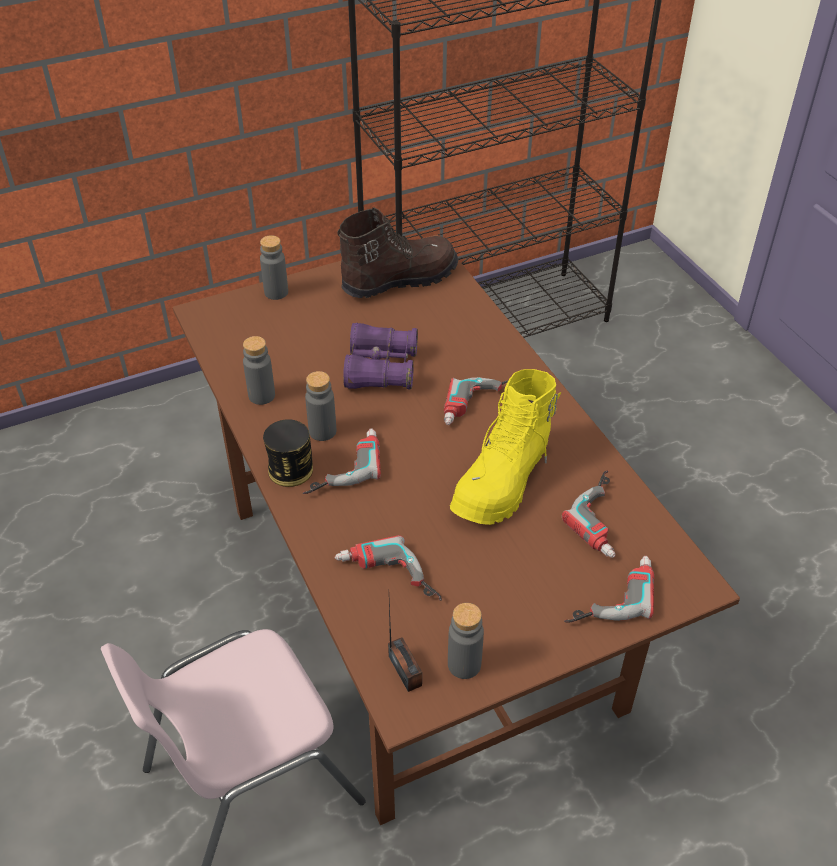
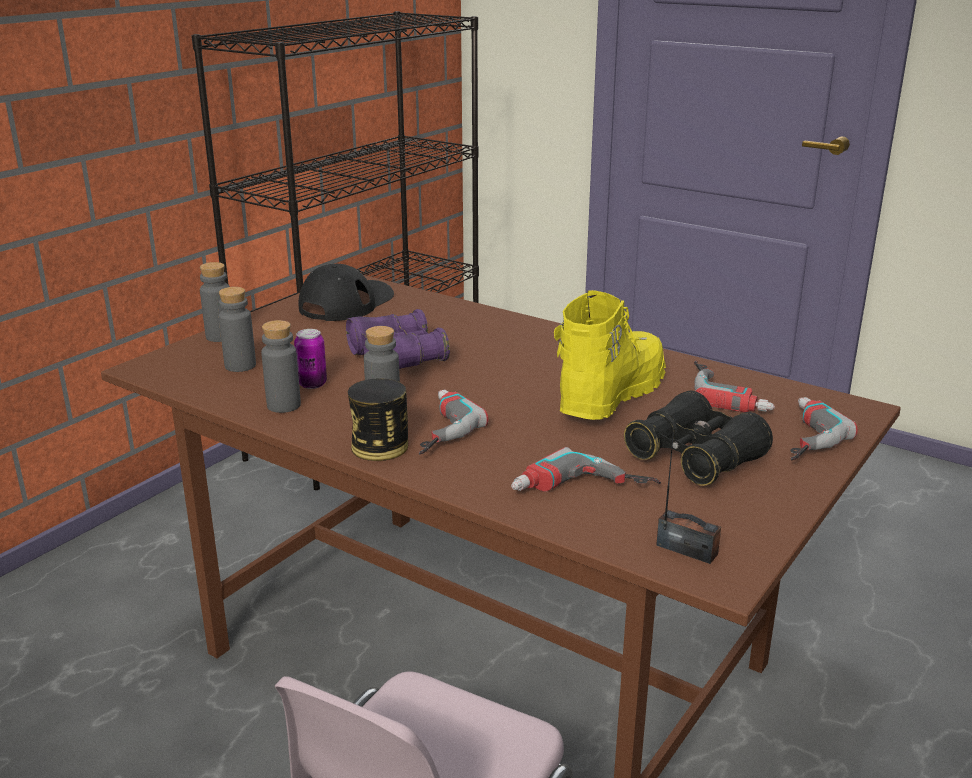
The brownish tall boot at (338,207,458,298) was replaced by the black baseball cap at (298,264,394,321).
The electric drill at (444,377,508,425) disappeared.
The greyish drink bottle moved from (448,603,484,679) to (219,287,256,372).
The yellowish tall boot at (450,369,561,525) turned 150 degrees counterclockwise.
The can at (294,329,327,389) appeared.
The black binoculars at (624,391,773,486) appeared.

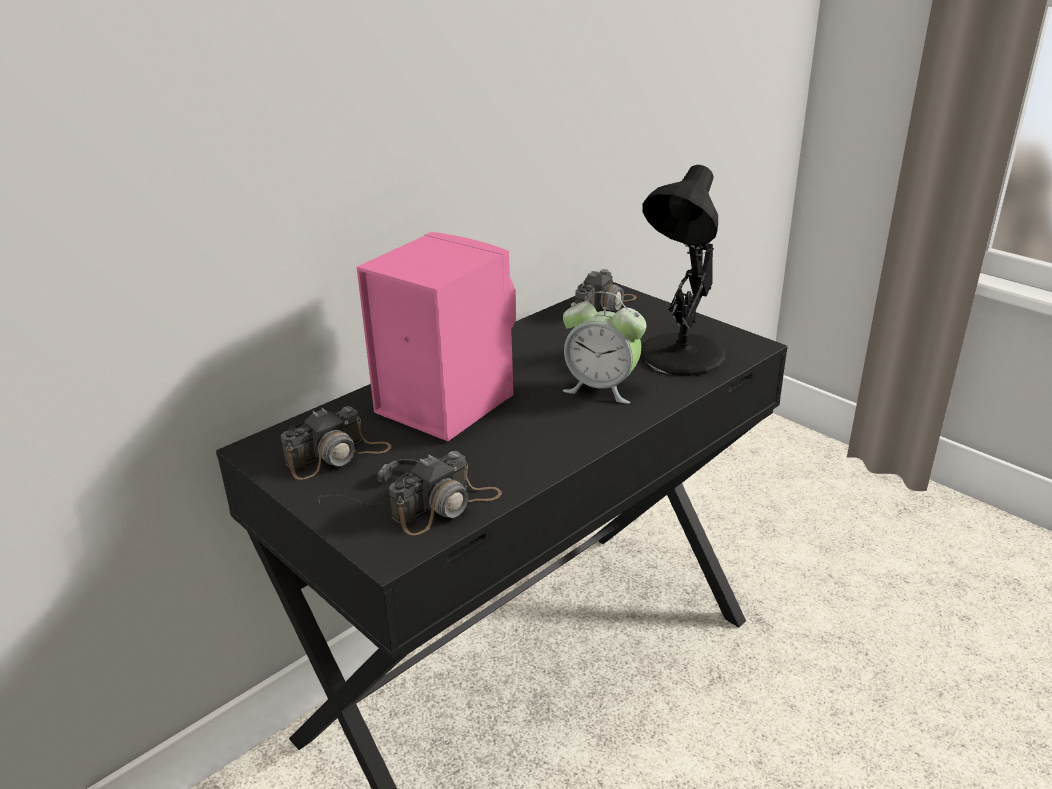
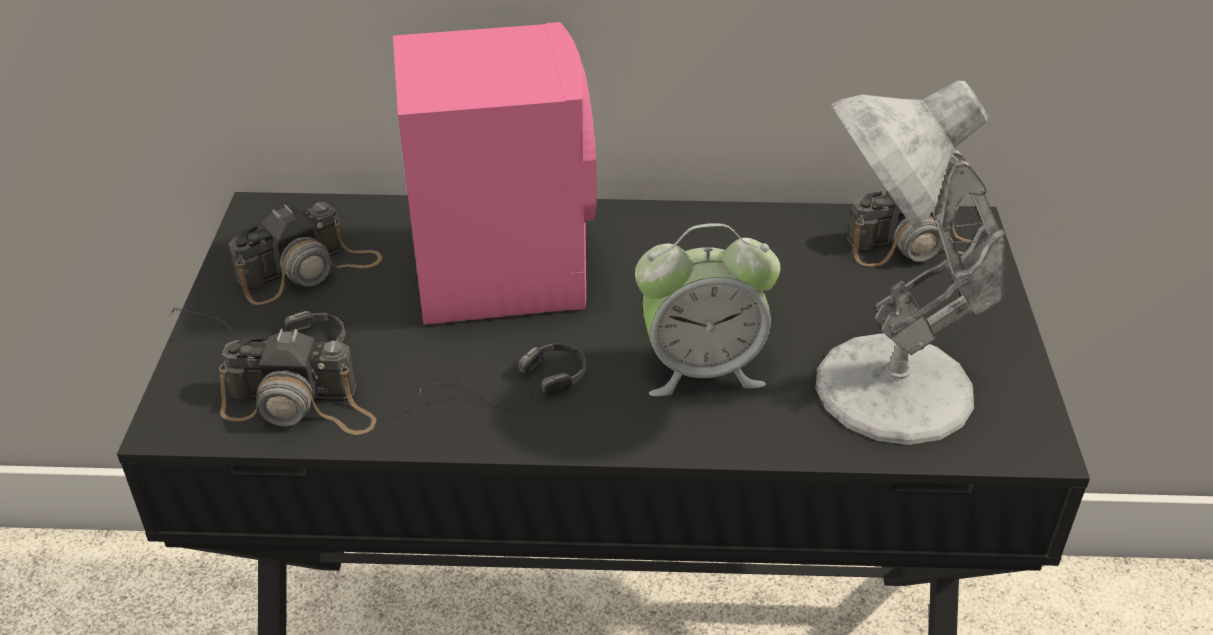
The still camera at (281,406,392,480) turned 45 degrees counterclockwise.
The bedside clock at (563,292,646,404) turned 75 degrees counterclockwise.
The black table lamp at (640,165,726,376) became the white-coloured table lamp at (815,81,1005,445).
The pair of headphones at (420,344,586,409) appeared.

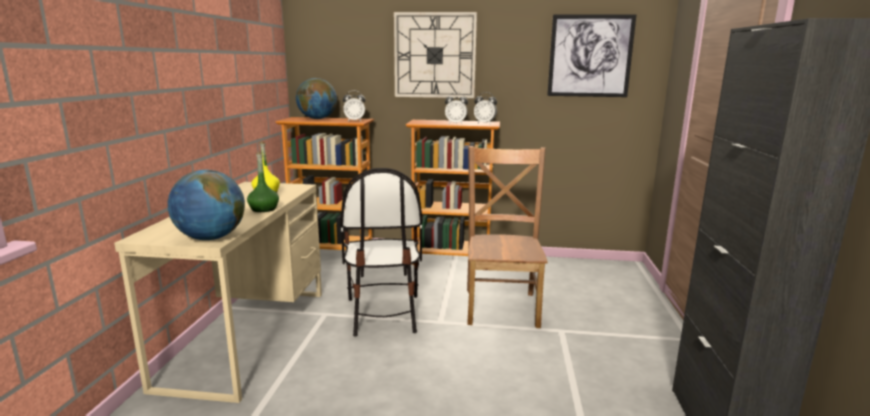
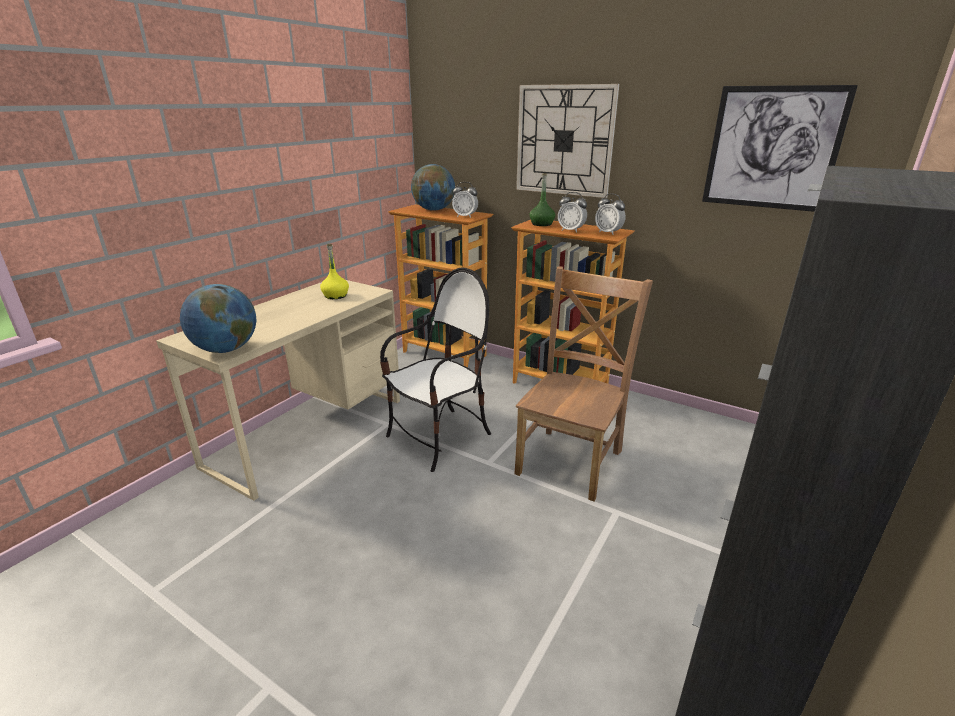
The green drink bottle moved from (247,152,279,212) to (530,173,555,226).
The upright chair at (340,168,423,336) turned 150 degrees counterclockwise.

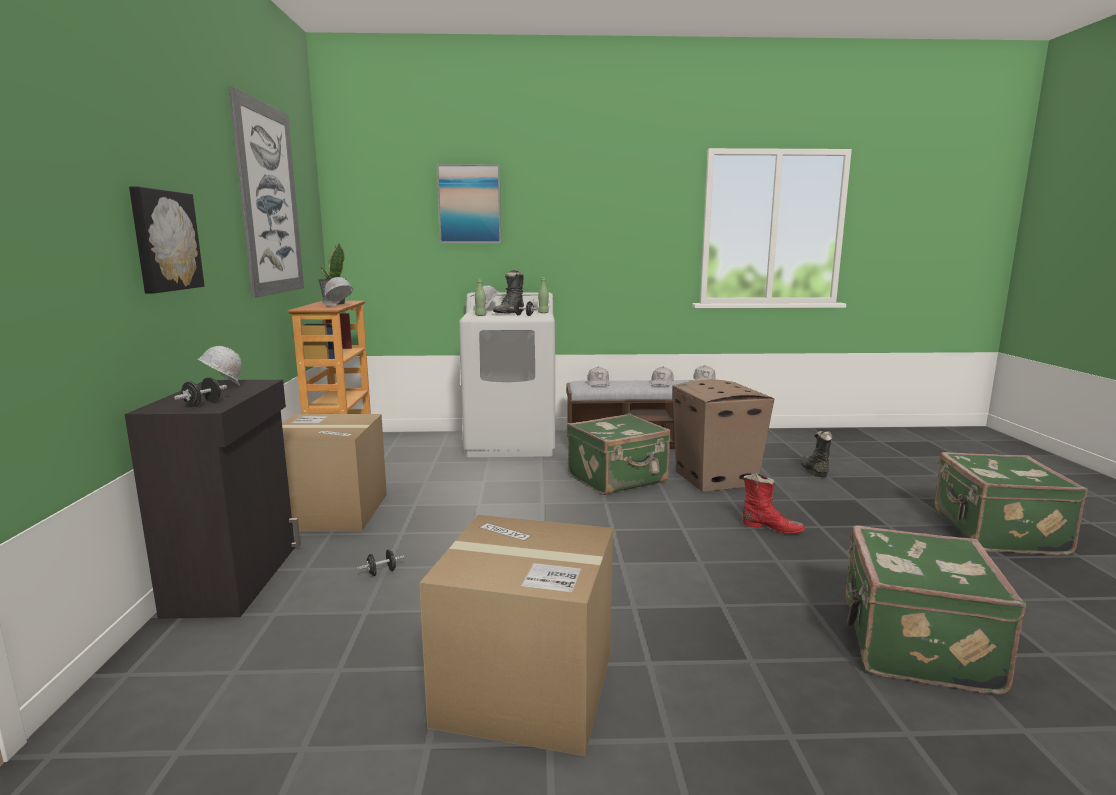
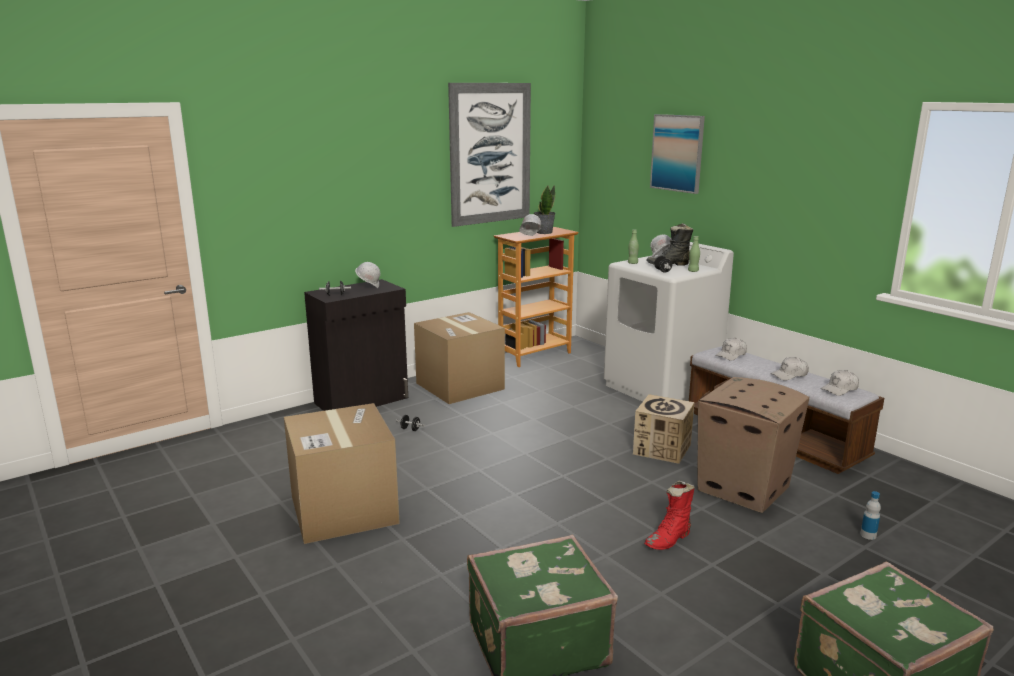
The wall picture at (129,186,205,293) disappeared.
The green suitcase at (567,413,671,495) was replaced by the carton at (633,394,694,464).
The reddish tall boot at (742,473,805,533) turned 60 degrees clockwise.
The black tall boot at (800,431,832,478) was replaced by the drink bottle at (860,491,881,540).

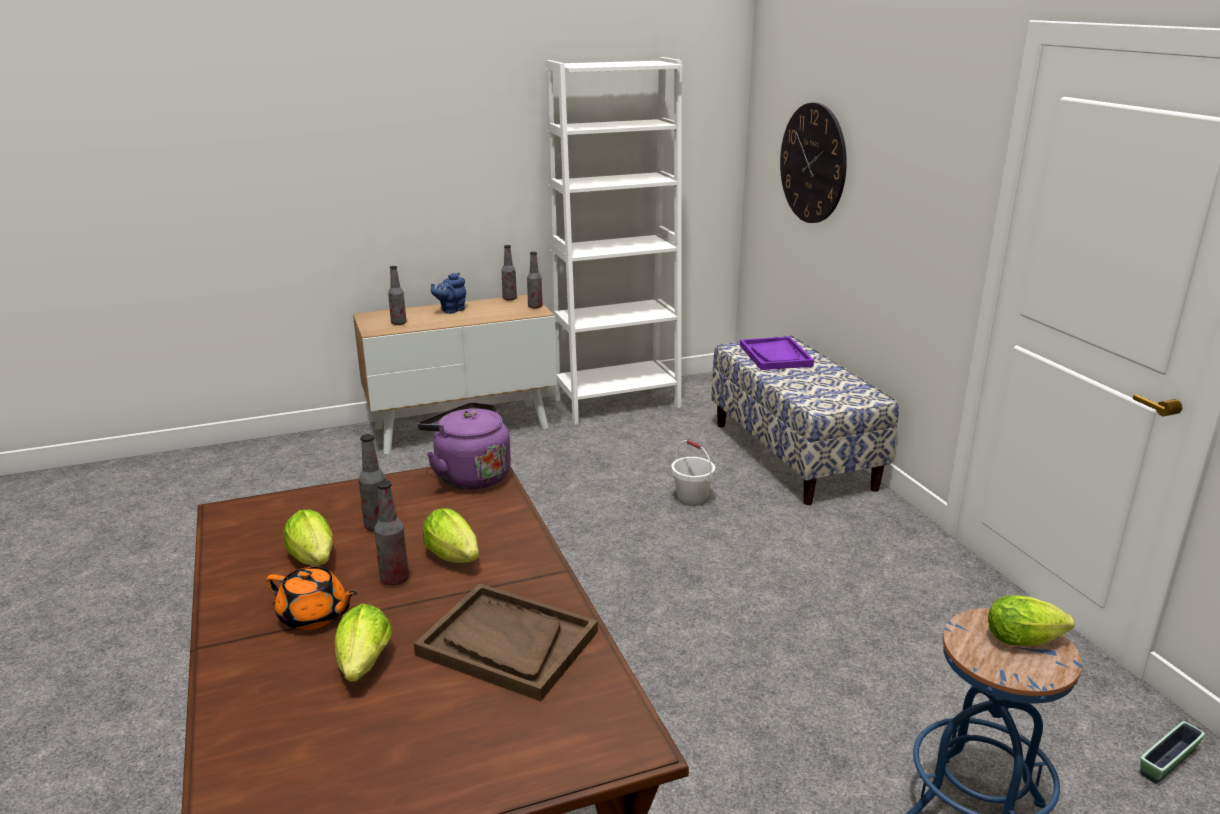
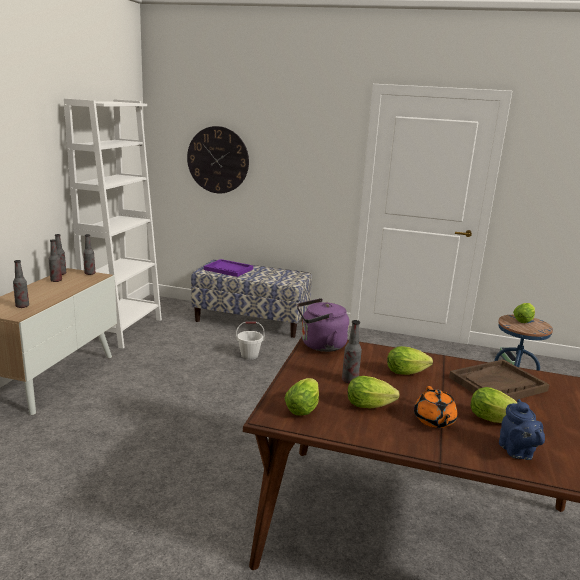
The orange tea pot at (266,567,357,630) turned 120 degrees clockwise.
The drink bottle moved from (374,480,409,586) to (49,239,62,282).
The bluish tea pot moved from (431,273,466,314) to (499,399,545,460).
The lettuce head at (285,378,319,415) appeared.

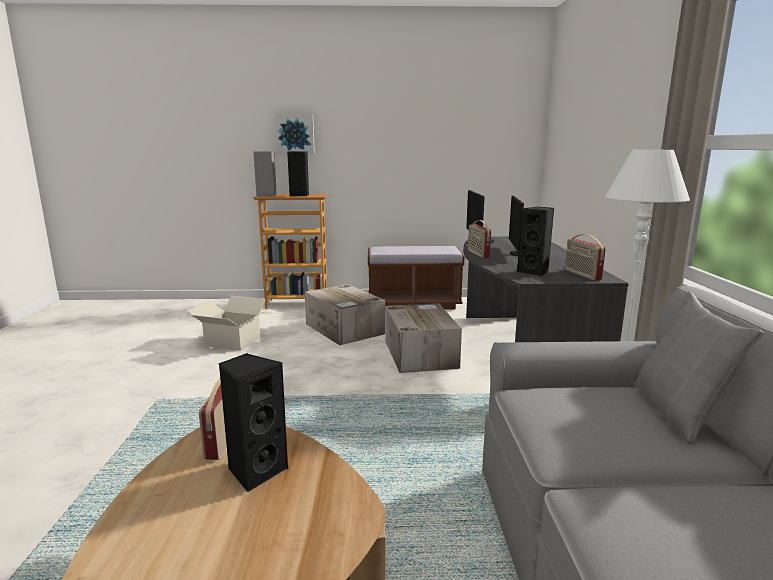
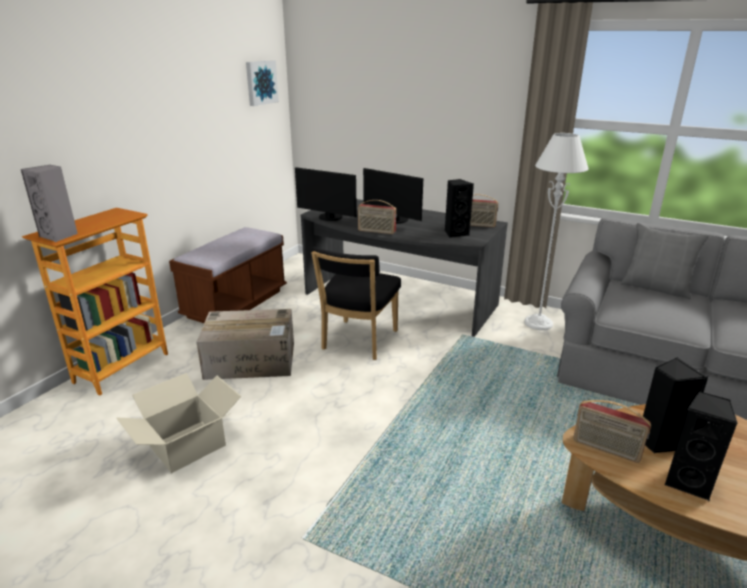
The wall picture moved from (275,115,315,154) to (246,60,279,106).
The black loudspeaker moved from (287,151,309,196) to (664,391,738,501).
The carton at (385,303,462,373) was replaced by the black upright chair at (311,247,401,360).

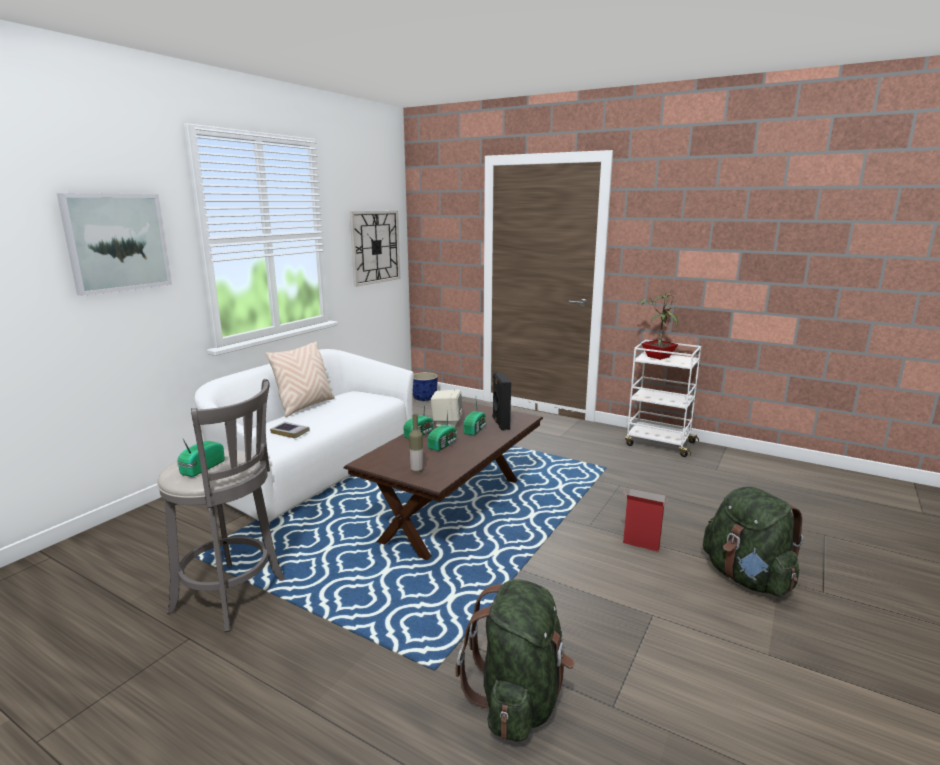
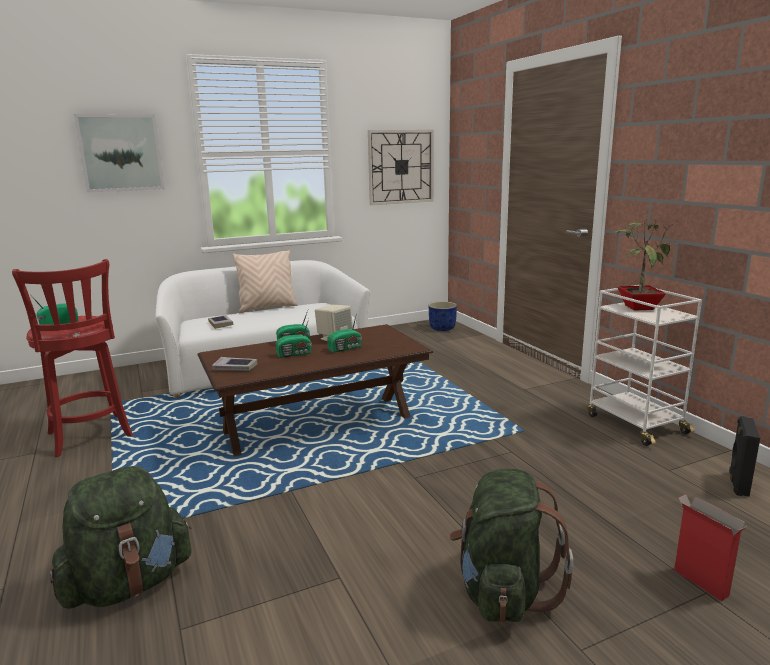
The greyish stool at (157,379,285,632) became the reddish stool at (12,259,133,457).
The drink bottle at (409,414,423,472) was replaced by the bound book at (212,357,257,371).
The black loudspeaker moved from (492,372,511,431) to (729,416,760,497).
The carton moved from (623,489,668,552) to (674,494,747,601).

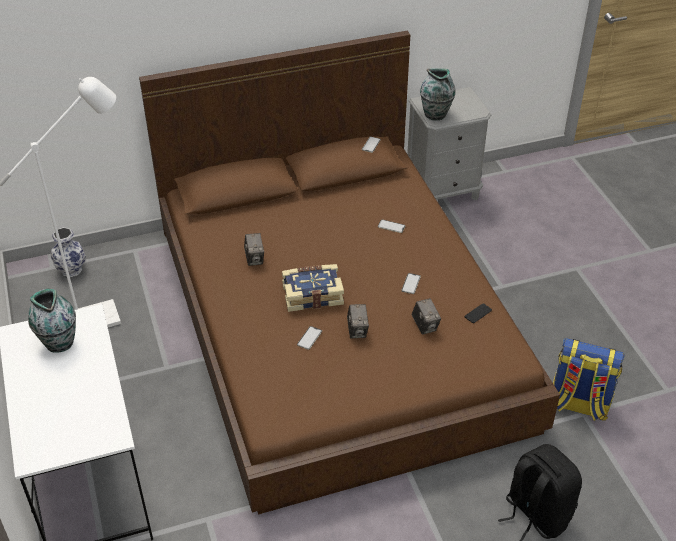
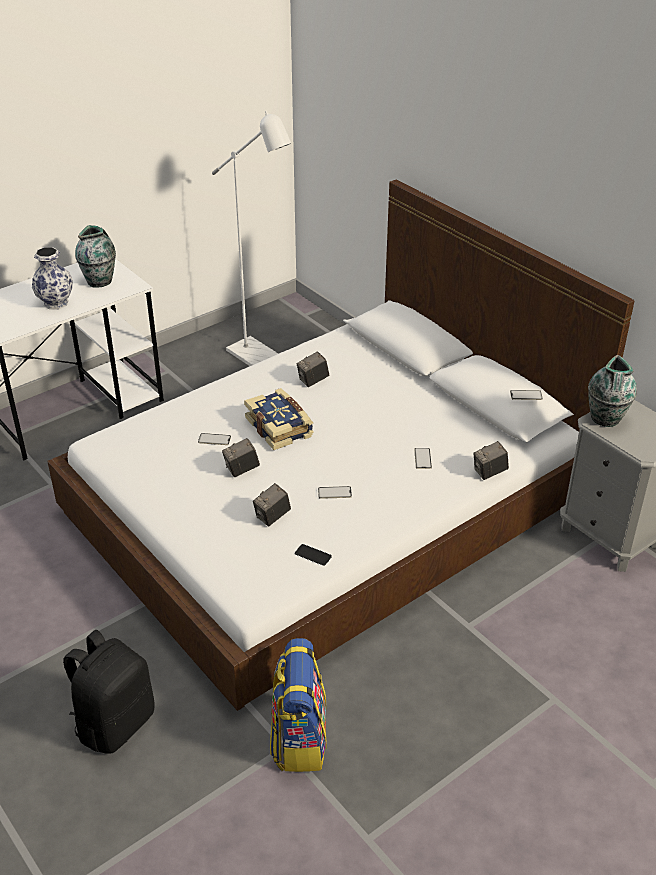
The flower vase moved from (51,227,86,277) to (32,247,73,309).
The brownish bedroom bed at (139,31,560,514) became the white-coloured bedroom bed at (47,180,635,711).
The still camera at (474,441,509,480) appeared.

